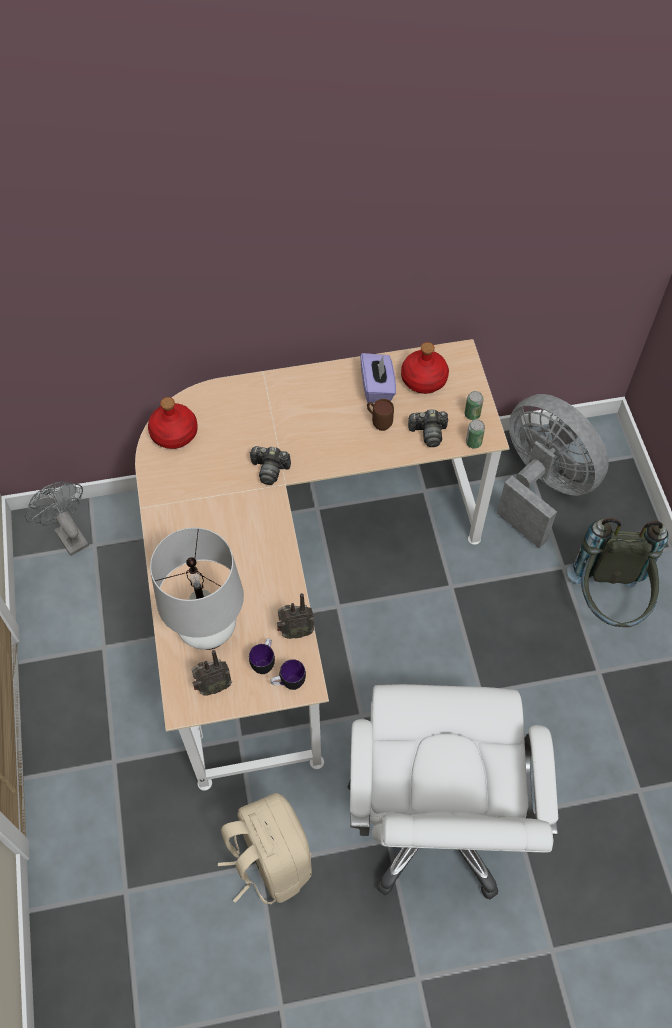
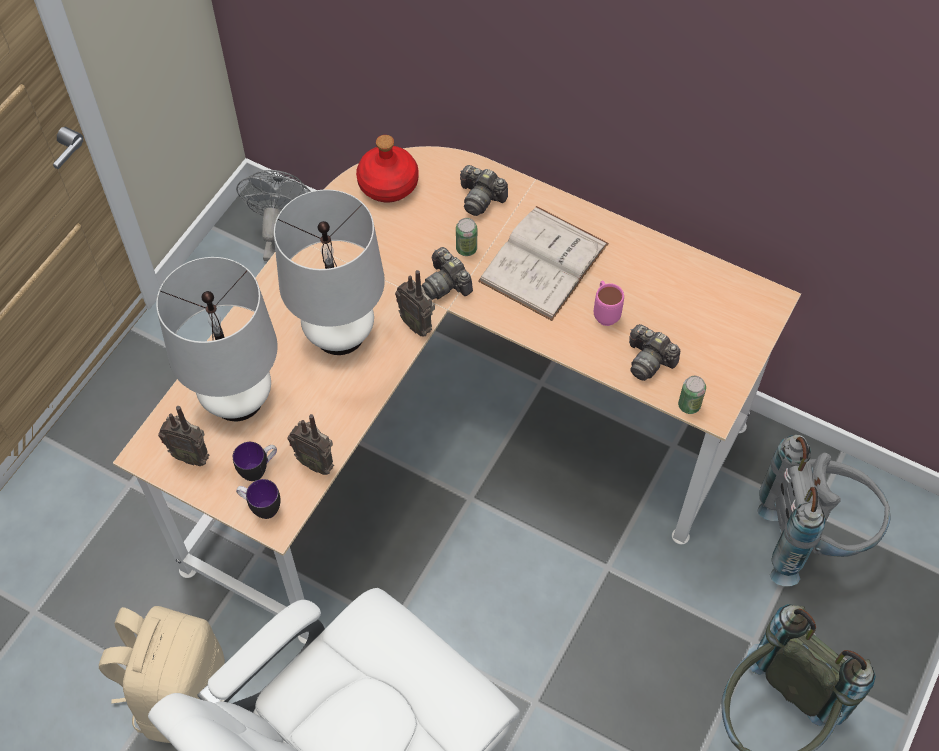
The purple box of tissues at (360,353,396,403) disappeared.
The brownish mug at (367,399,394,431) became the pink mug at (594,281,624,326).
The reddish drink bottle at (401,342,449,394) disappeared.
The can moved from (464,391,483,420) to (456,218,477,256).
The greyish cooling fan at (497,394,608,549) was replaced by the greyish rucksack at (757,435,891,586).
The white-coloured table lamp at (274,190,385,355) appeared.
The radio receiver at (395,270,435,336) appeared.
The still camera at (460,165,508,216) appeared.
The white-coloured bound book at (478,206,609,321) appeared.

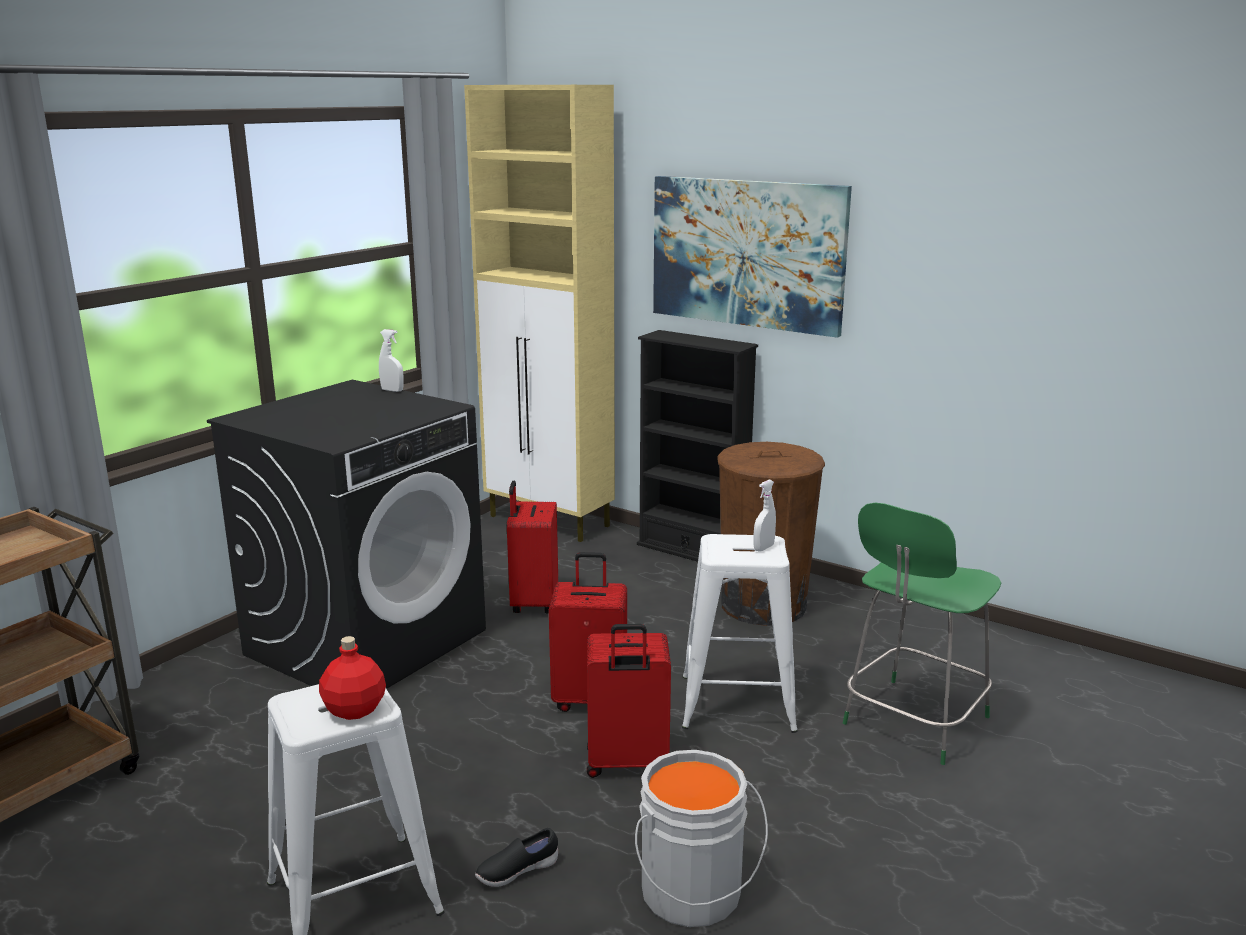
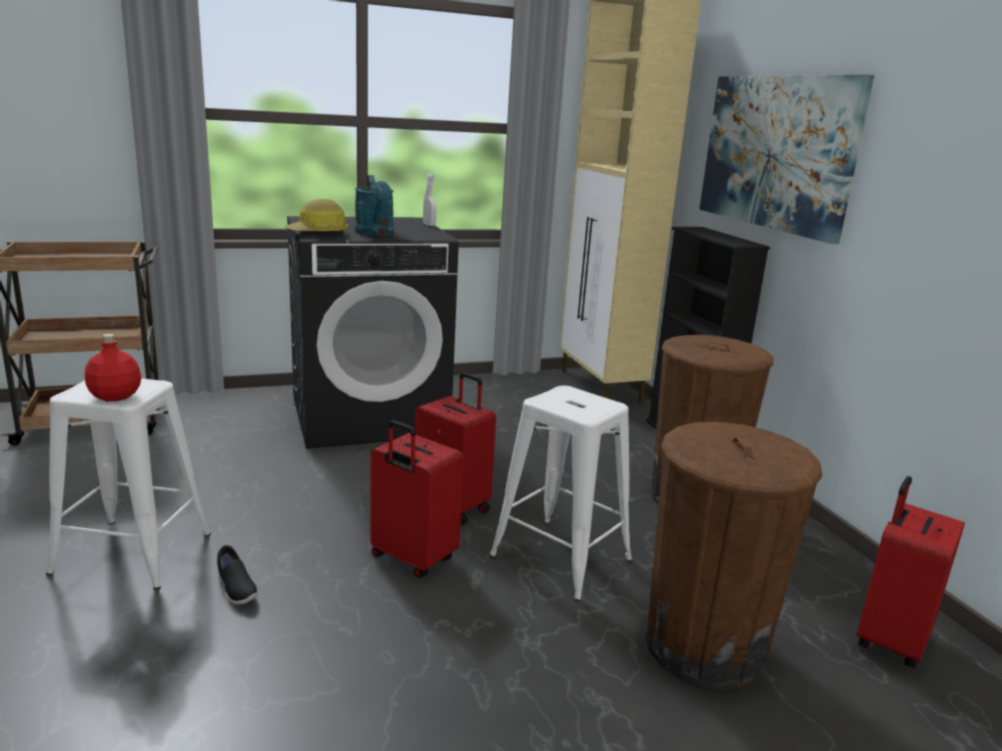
The black shoe at (475,828,558,887) turned 135 degrees counterclockwise.
The reddish suitcase moved from (507,481,558,613) to (856,476,965,668).
The greyish pail at (635,750,768,927) disappeared.
The white-coloured spray bottle at (753,480,776,552) disappeared.
The green stool at (843,503,1001,765) was replaced by the brownish rubbish bin at (646,422,822,690).
The work helmet at (284,199,349,233) appeared.
The turquoise sprinkling can at (355,175,394,236) appeared.

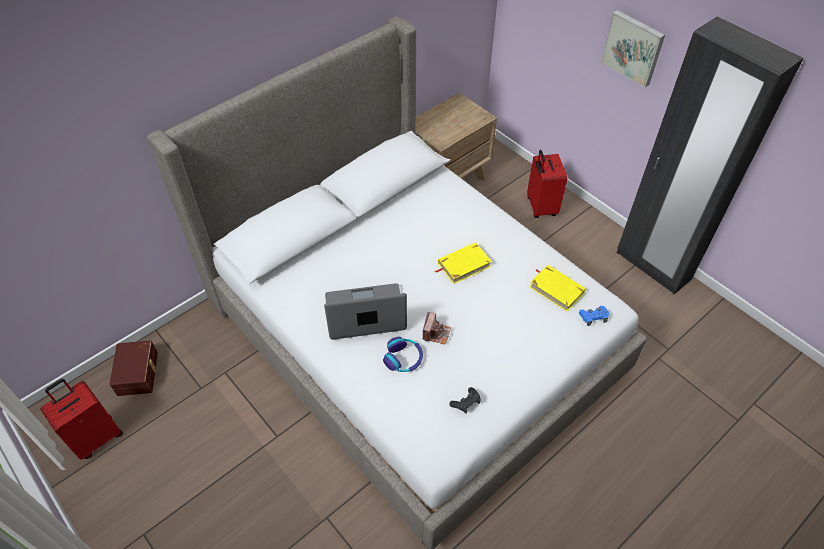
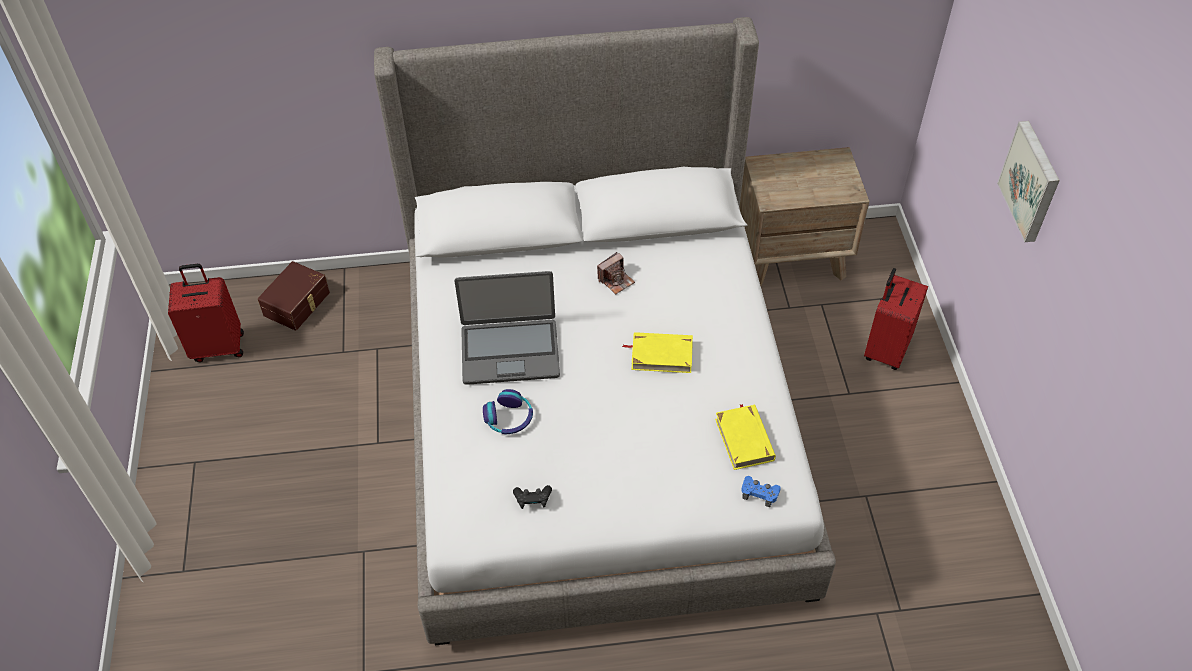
The notebook computer at (324,283,407,340) turned 150 degrees clockwise.
The still camera moved from (423,312,451,345) to (597,252,635,294).
The black armoire at (617,16,803,295) disappeared.

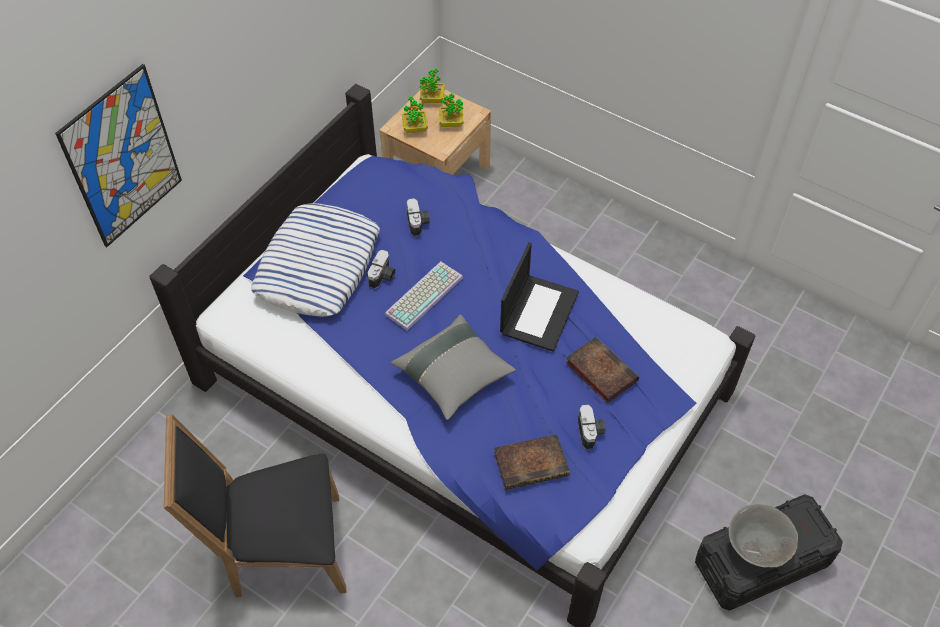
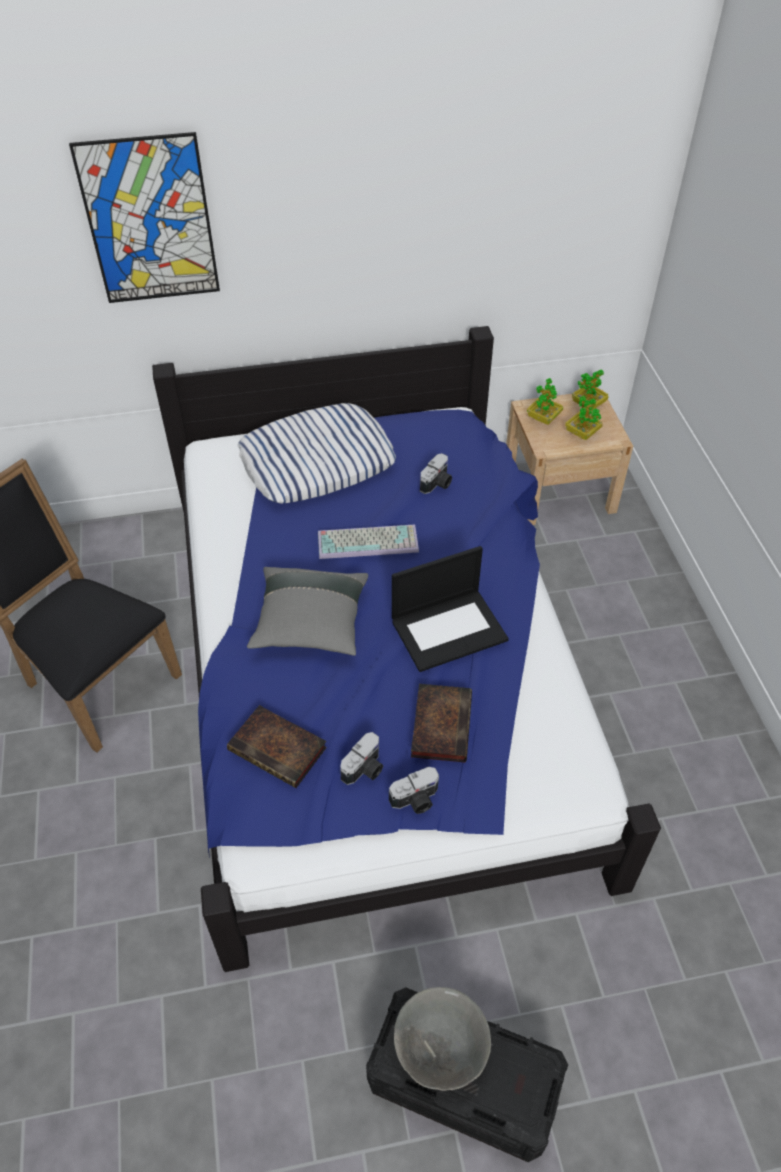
The still camera moved from (368,250,396,289) to (389,767,439,814).

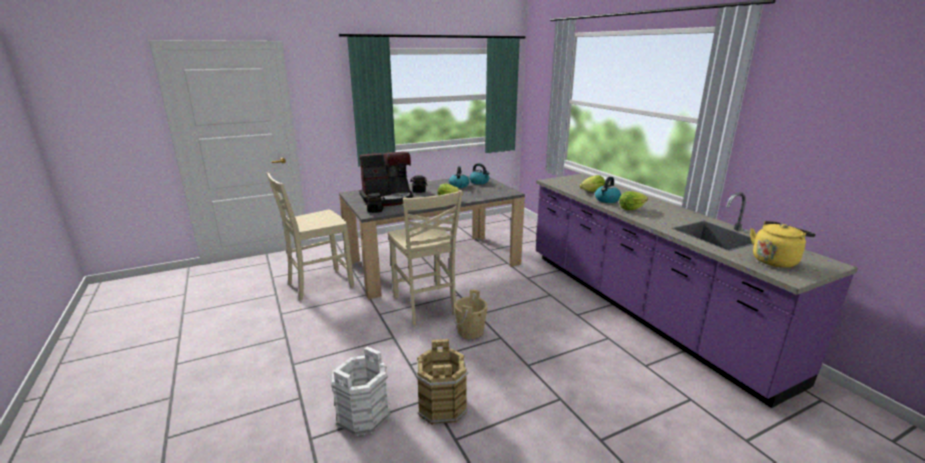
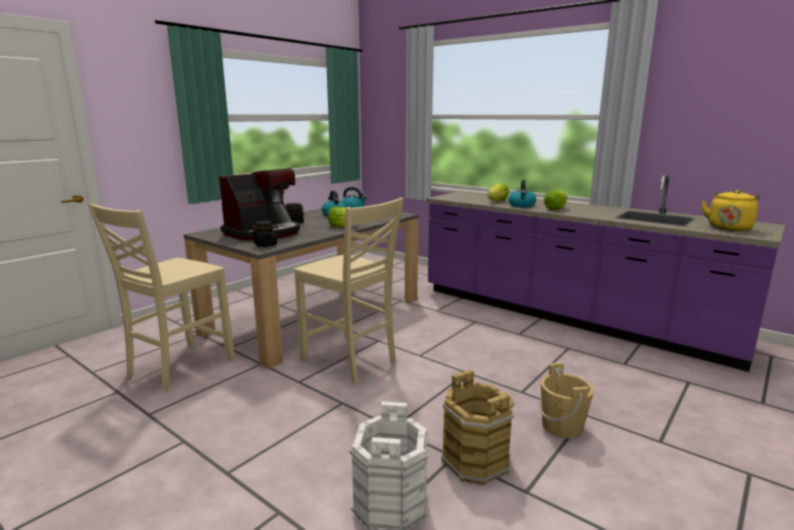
The beige-coloured pail moved from (454,290,488,339) to (539,363,594,439).

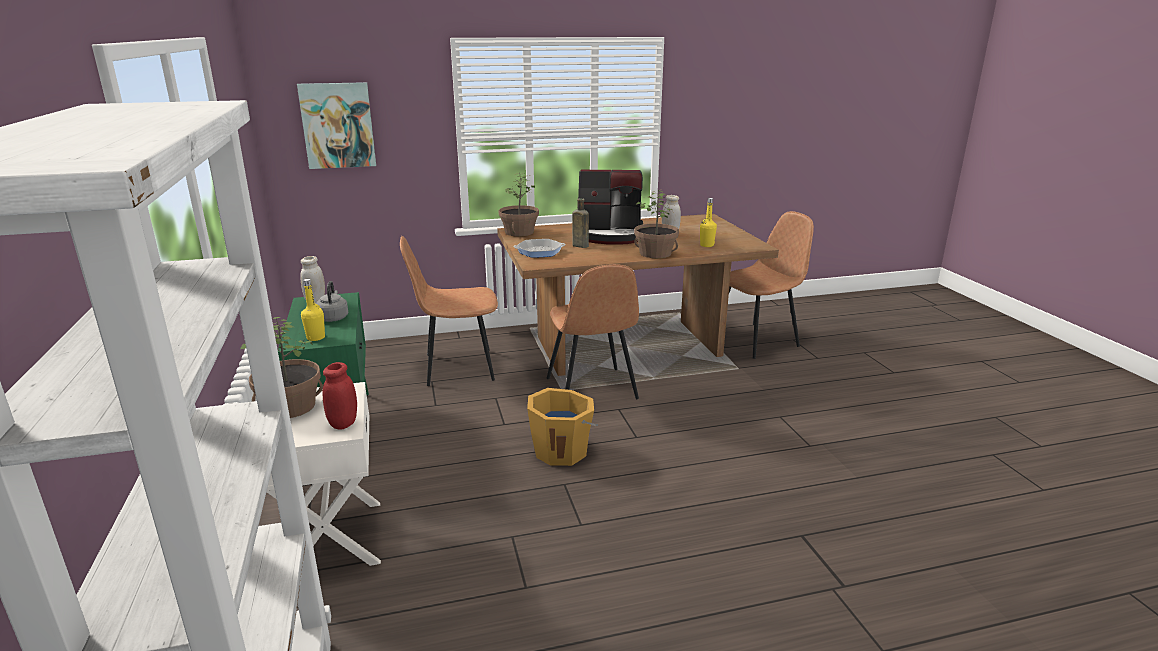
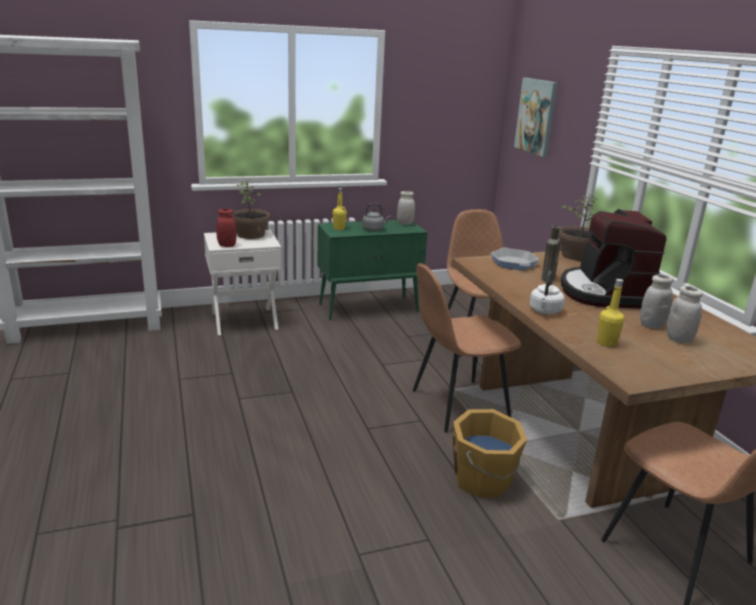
The orange pail moved from (527,388,598,466) to (453,409,527,498).
The houseplant at (634,189,679,258) was replaced by the white-coloured kettle at (530,271,565,314).
The white-coloured storage jar at (667,286,703,343) appeared.

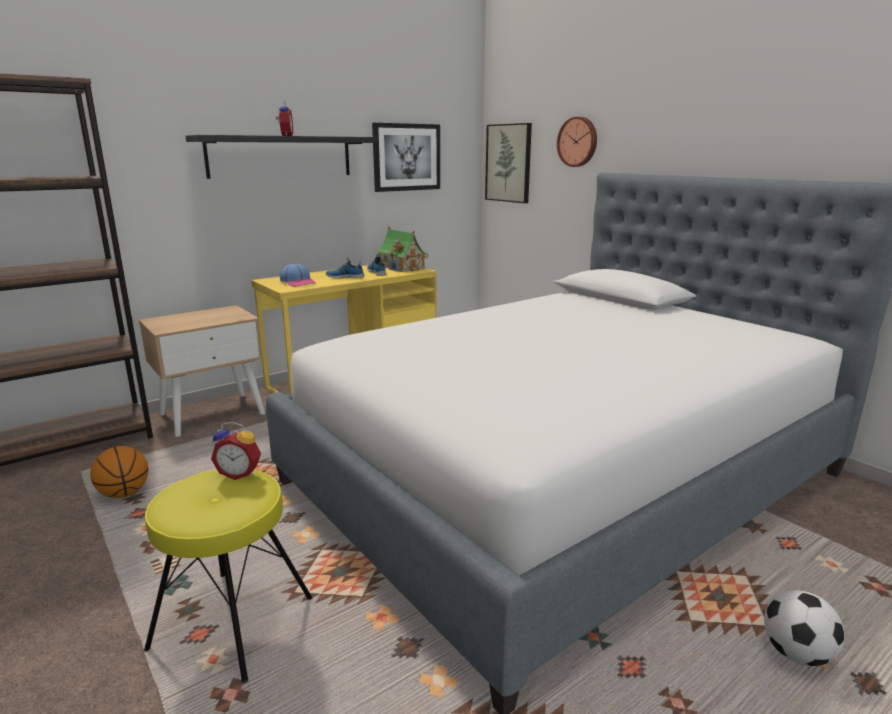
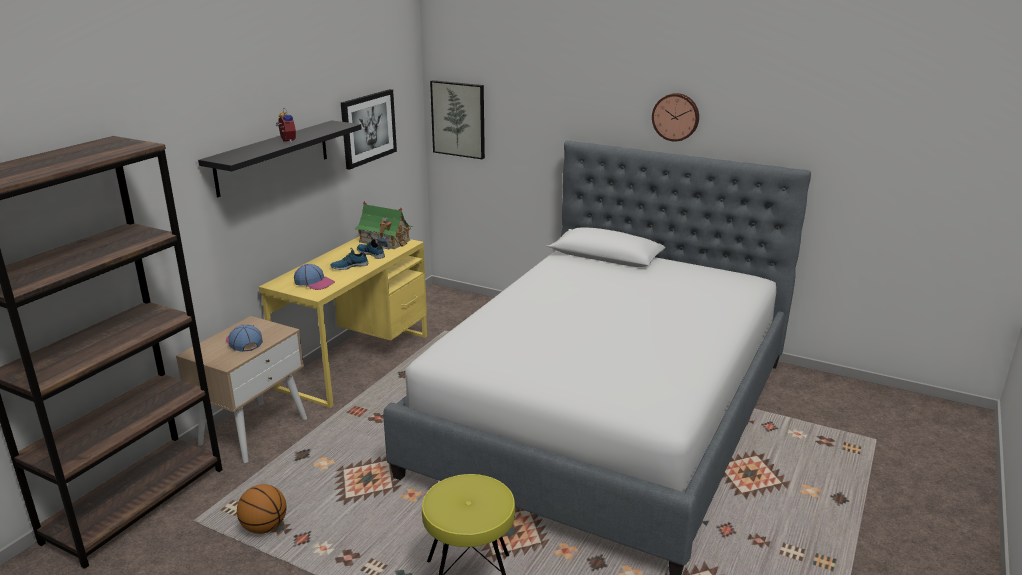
The bedside clock at (211,422,261,480) disappeared.
The wall clock moved from (557,117,597,167) to (652,93,699,142).
The football at (764,590,845,666) disappeared.
The baseball cap at (226,324,263,352) appeared.

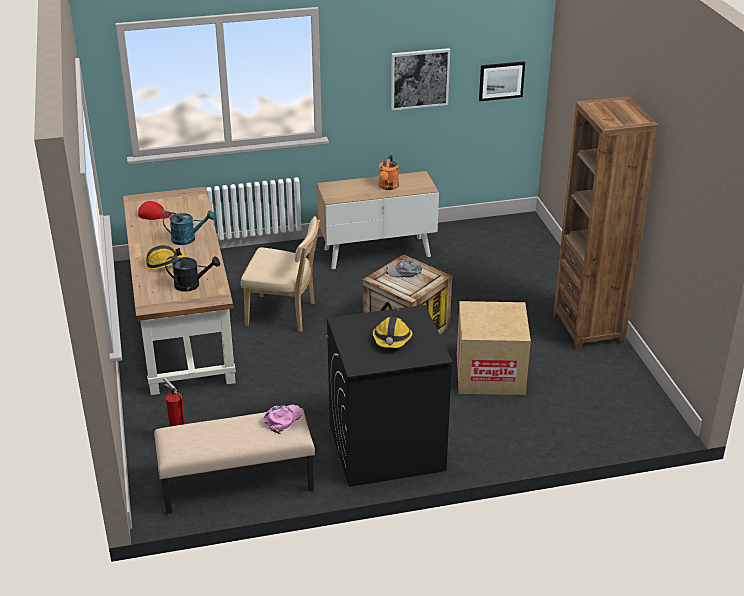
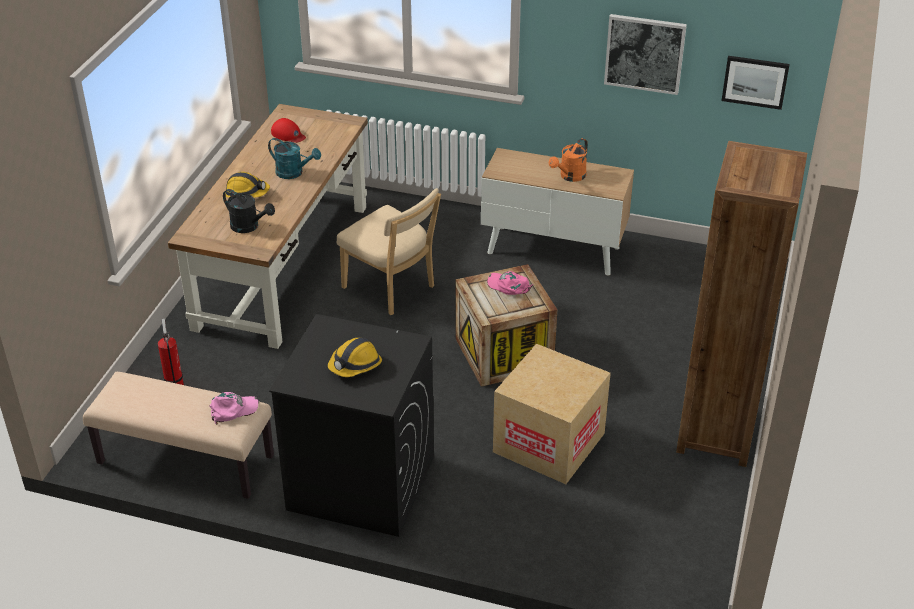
The greyish baseball cap at (386,260,422,278) became the pink baseball cap at (487,271,533,295).

